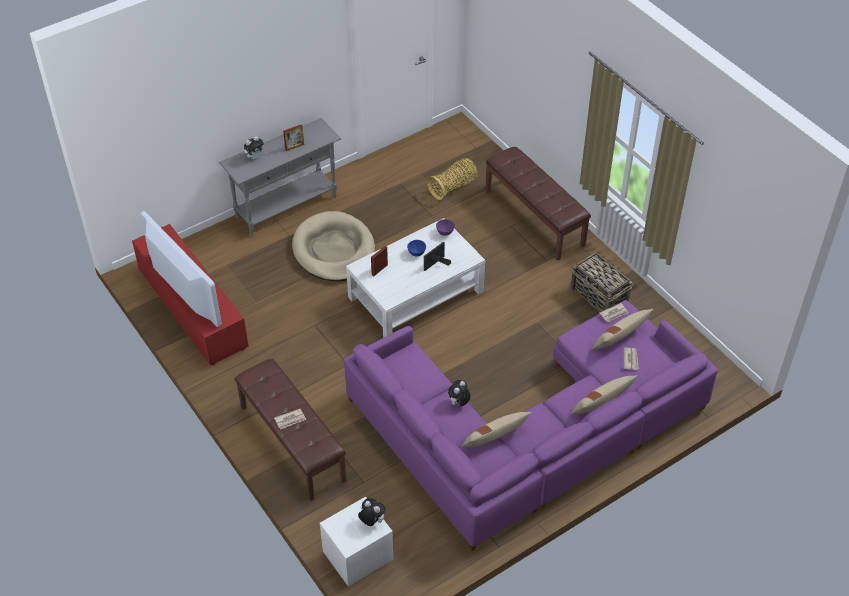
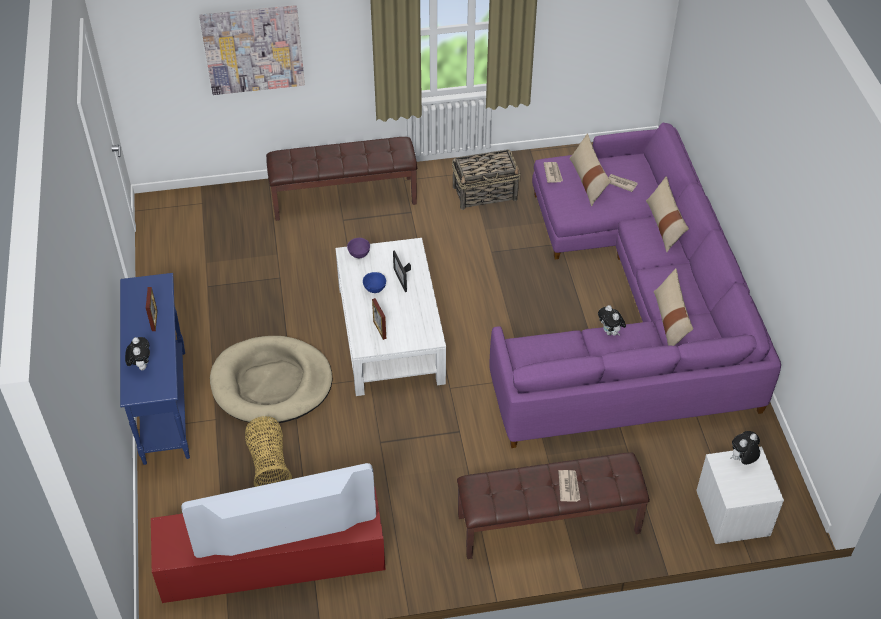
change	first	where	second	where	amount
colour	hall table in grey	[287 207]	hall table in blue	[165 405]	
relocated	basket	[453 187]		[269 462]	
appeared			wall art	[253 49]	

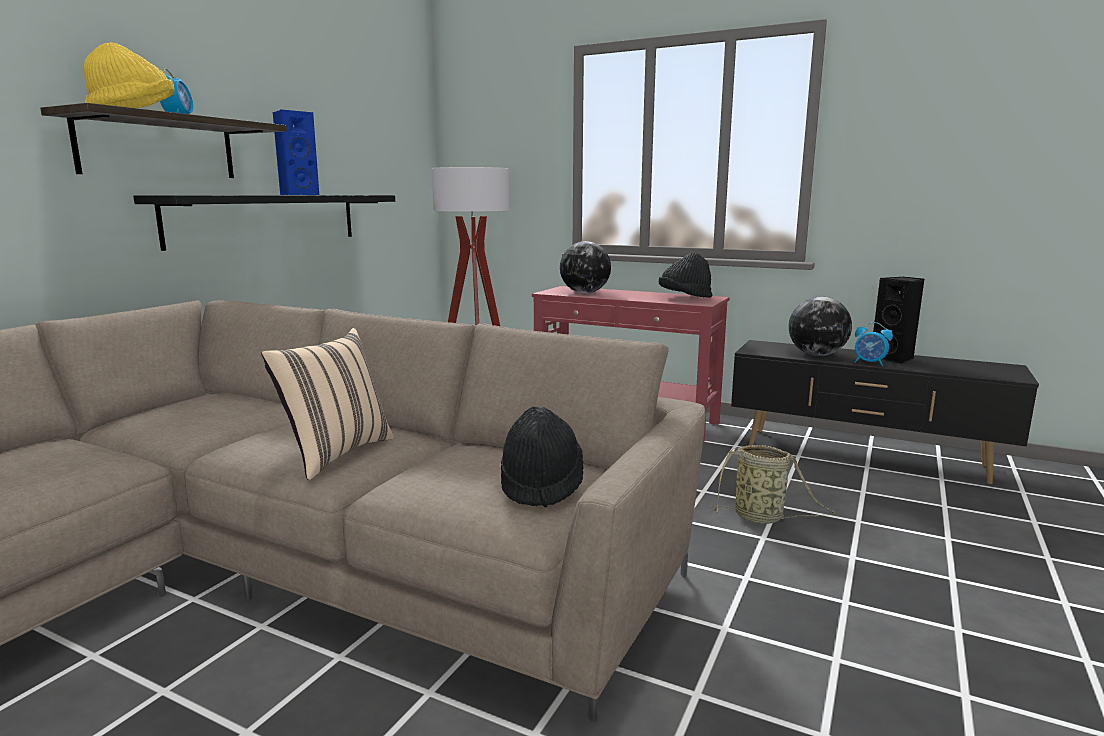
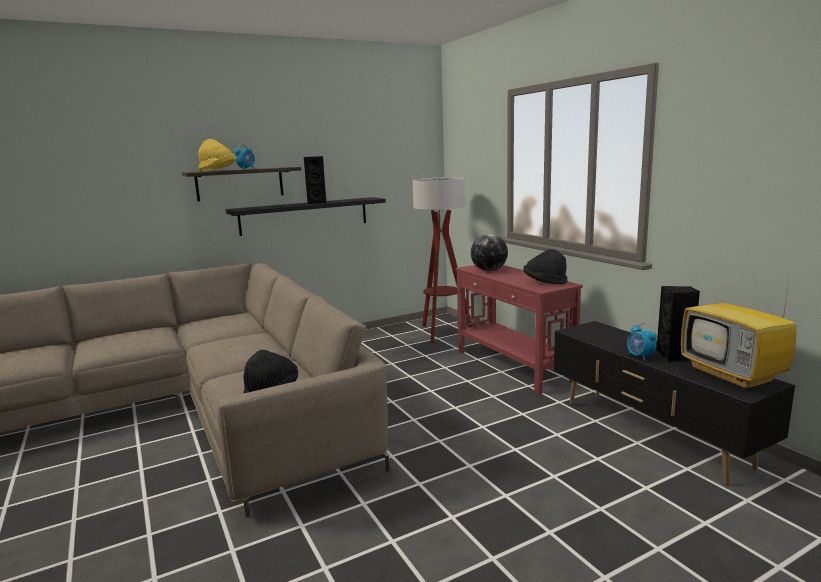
change	first	where	second	where	amount
missing	throw pillow in sand-coloured	[335 454]			
colour	speaker in blue	[298 194]	speaker in black	[316 203]	
missing	basket	[762 518]			
missing	world globe	[817 355]			
appeared			TV set	[734 376]	

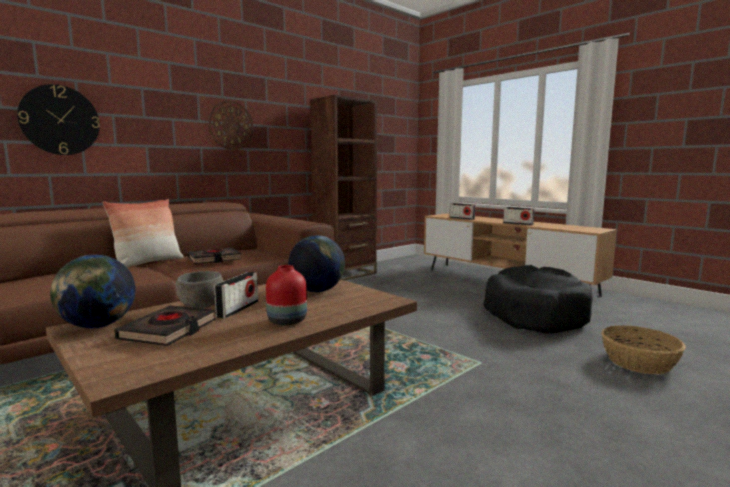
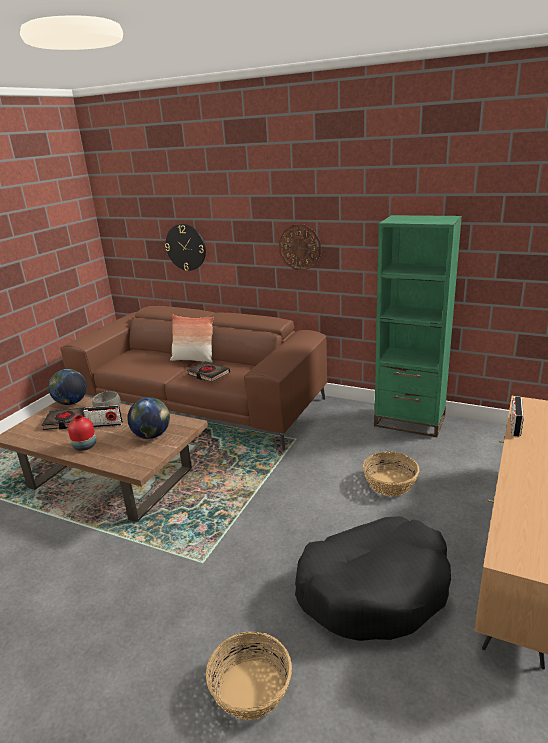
change	first	where	second	where	amount
colour	shelving unit in brown-coloured	[345 274]	shelving unit in green-coloured	[409 421]	
missing	radio set	[517 224]			
appeared			basket	[389 483]	

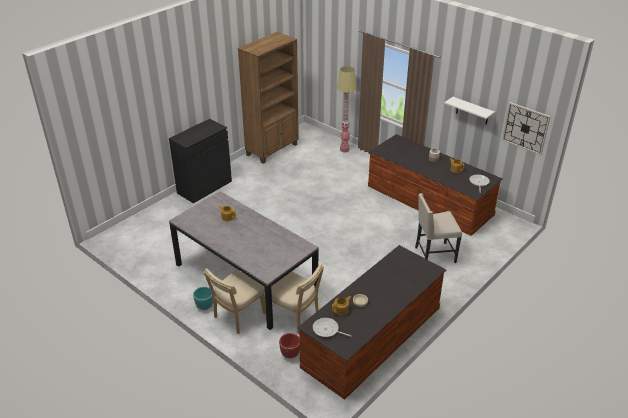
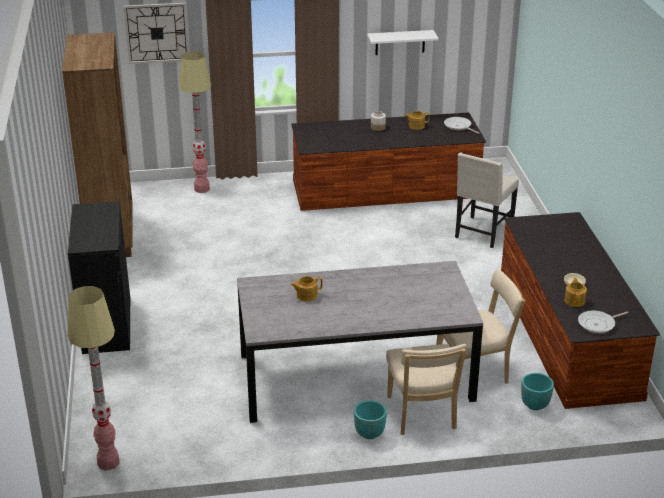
change	first	where	second	where	amount
colour	flower pot in reddish	[290 354]	flower pot in turquoise-coloured	[534 405]	
relocated	hanging clock	[525 128]		[157 33]	
appeared			standing lamp	[108 463]	

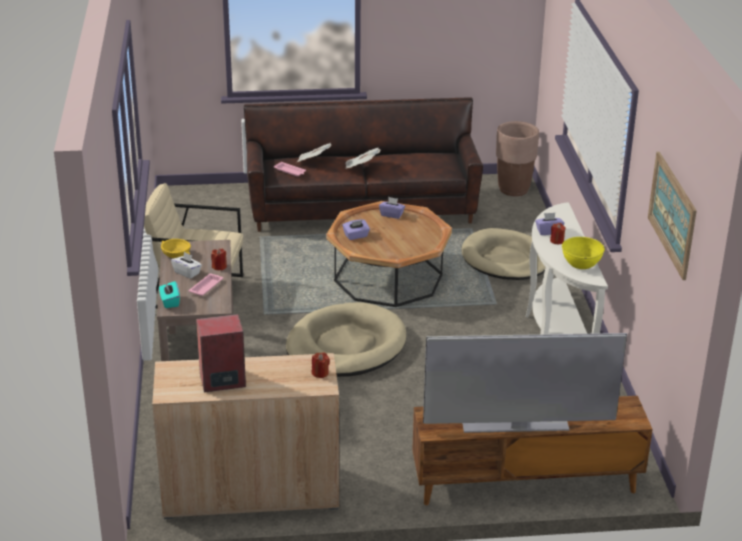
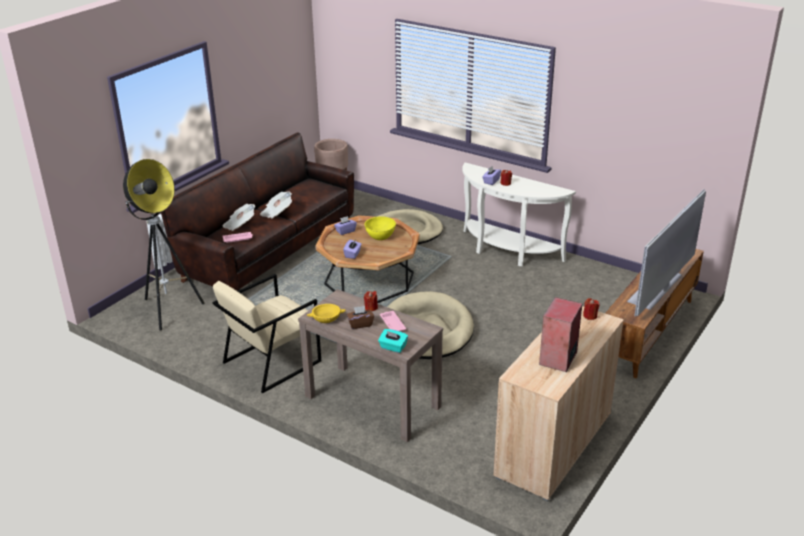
change	first	where	second	where	amount
colour	tissue holder in whitish	[187 272]	tissue holder in brown-coloured	[360 324]	
relocated	serving bowl in yellowish	[581 263]		[380 236]	
missing	wall art	[672 214]			
appeared			standing lamp	[168 310]	

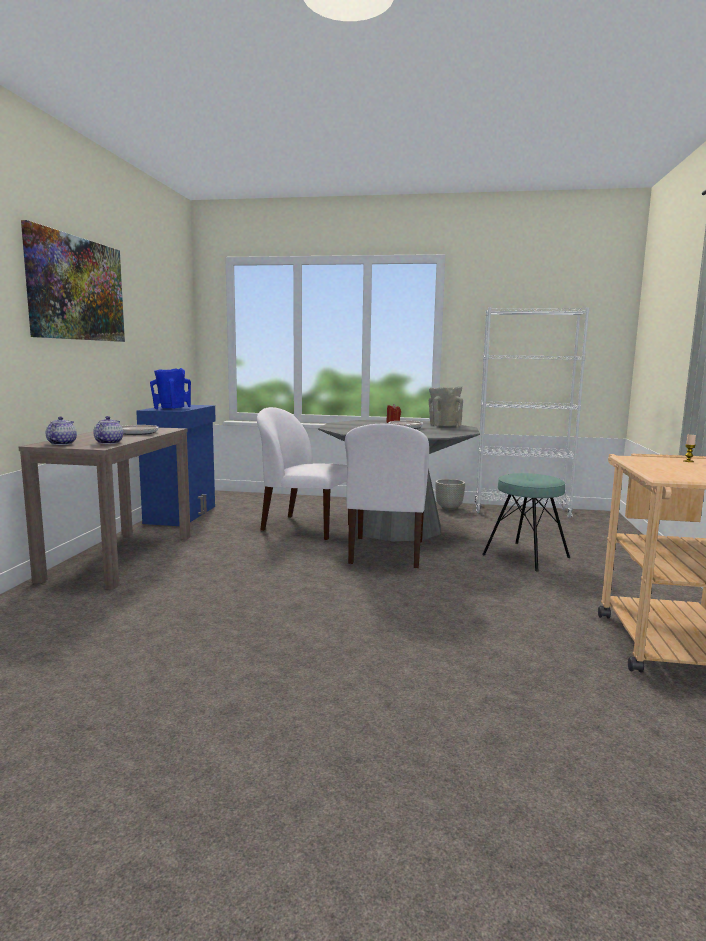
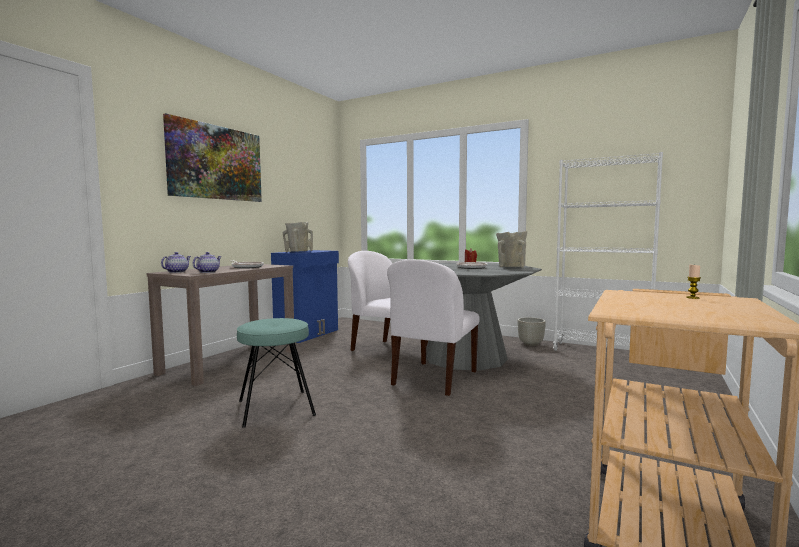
change	first	where	second	where	amount
colour	decorative vase in blue	[171 408]	decorative vase in sand-coloured	[298 252]	
relocated	stool in turquoise-coloured	[526 556]		[276 408]	

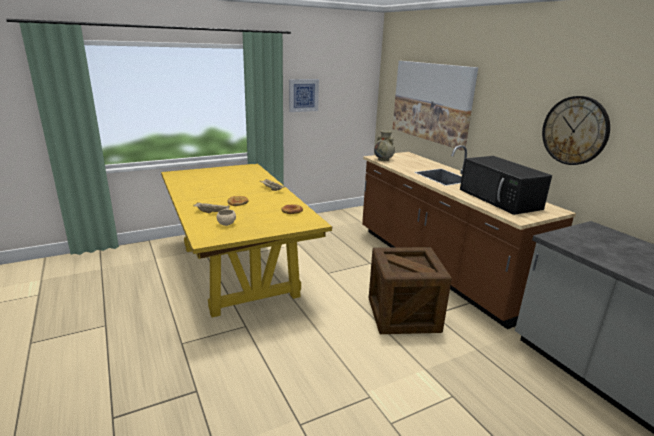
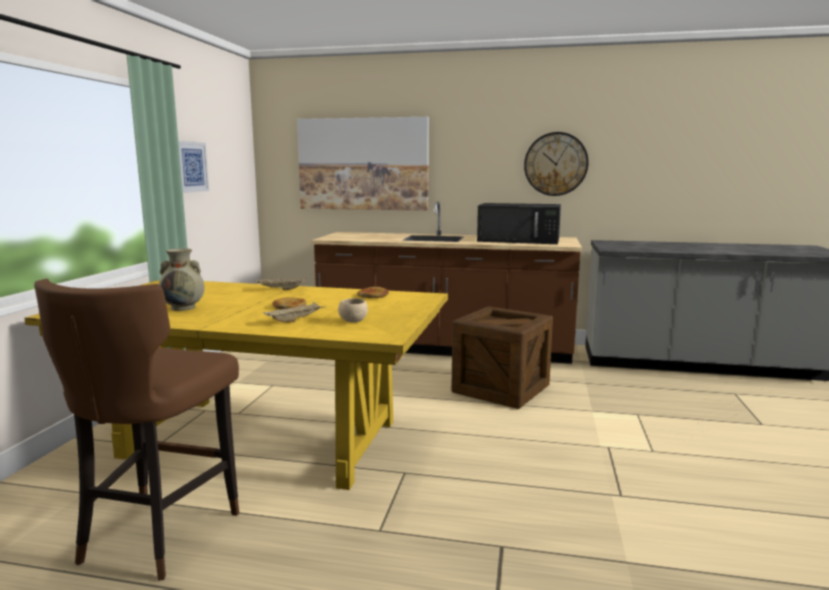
change	first	where	second	where	amount
relocated	decorative vase in sand-coloured	[383 159]		[184 308]	
appeared			stool in brown-coloured	[159 533]	

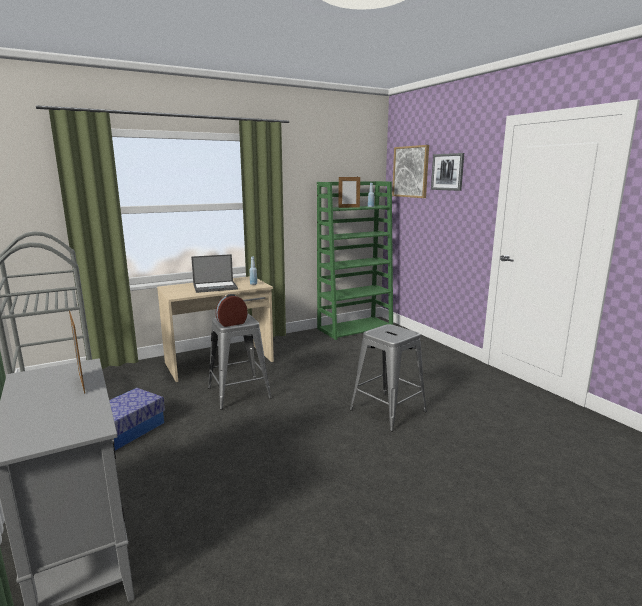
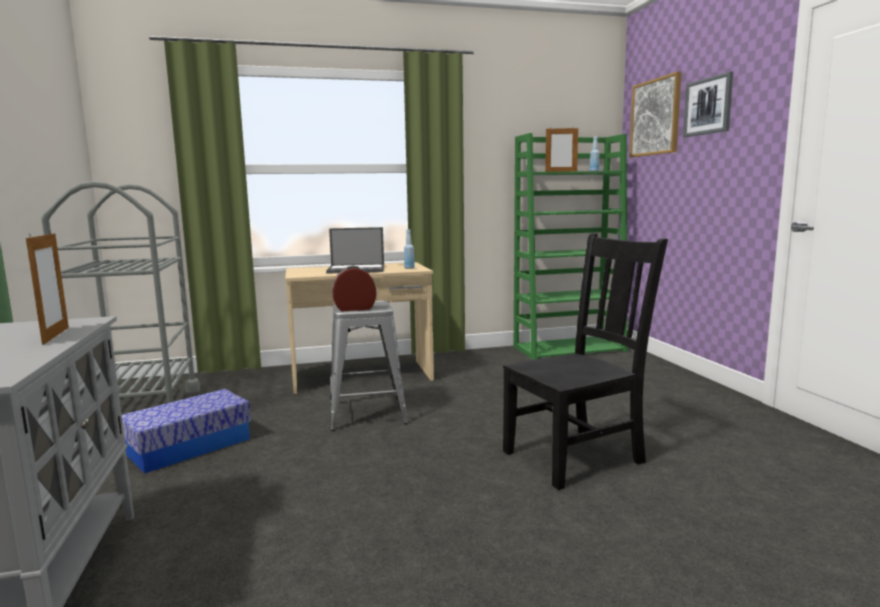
change	first	where	second	where	amount
exchanged	stool in grey	[387 410]	chair in black	[577 456]	

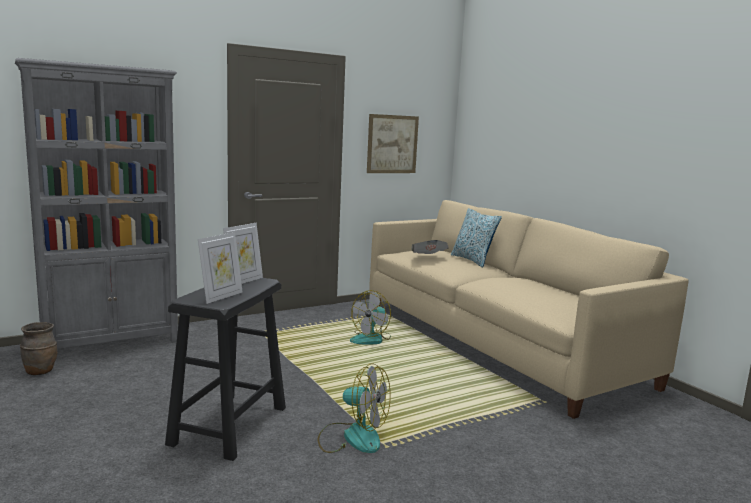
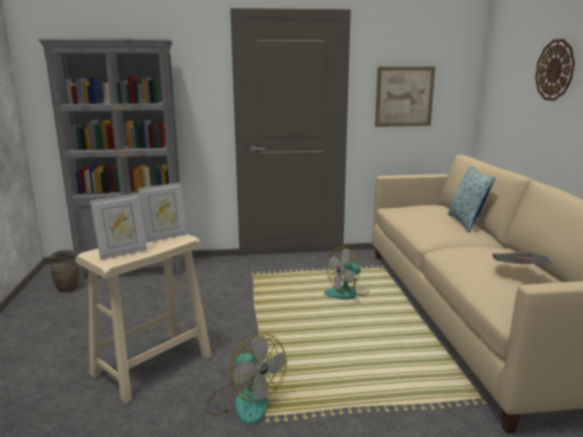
change	first	where	second	where	amount
colour	stool in black	[230 425]	stool in sand-coloured	[153 365]	
relocated	printed paper	[428 258]		[518 273]	
appeared			hanging clock	[555 70]	

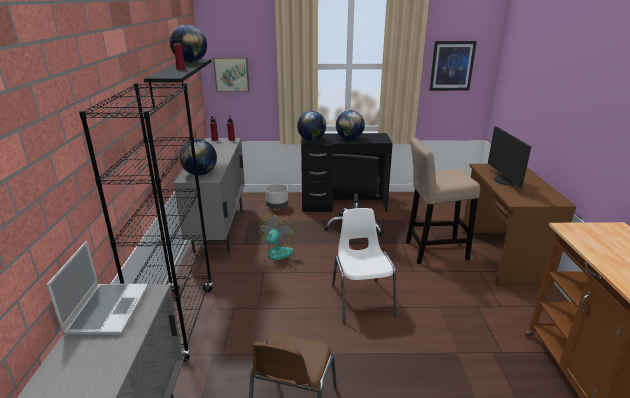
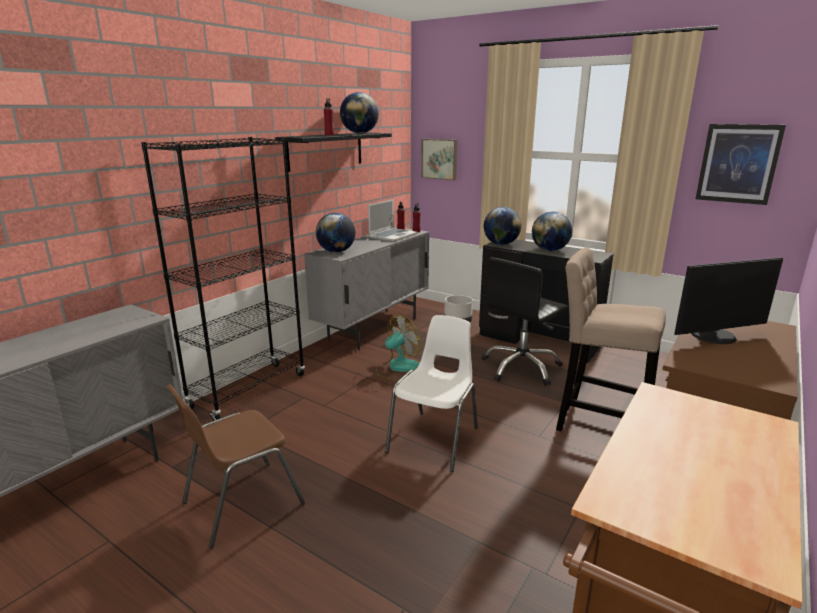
change	first	where	second	where	amount
relocated	laptop	[107 309]		[392 236]	
spun	monitor	[504 180]		[715 337]	135 degrees counterclockwise

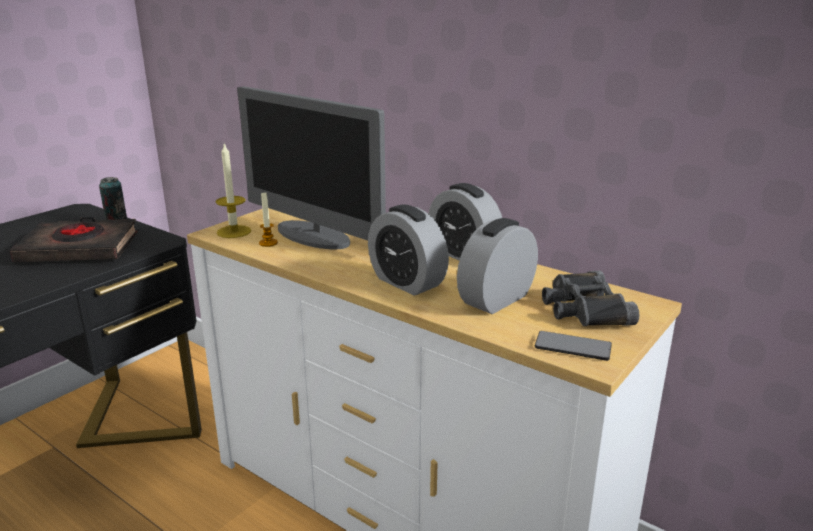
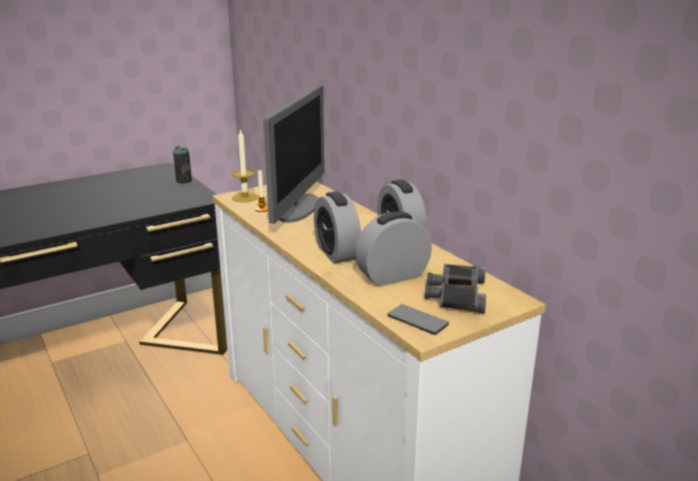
change	first	where	second	where	amount
missing	book in black	[79 248]			
spun	monitor	[313 236]		[298 208]	135 degrees counterclockwise

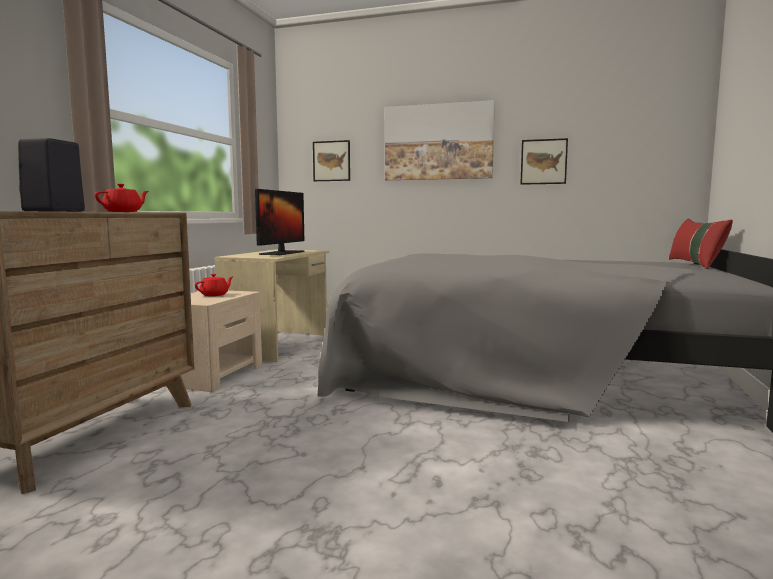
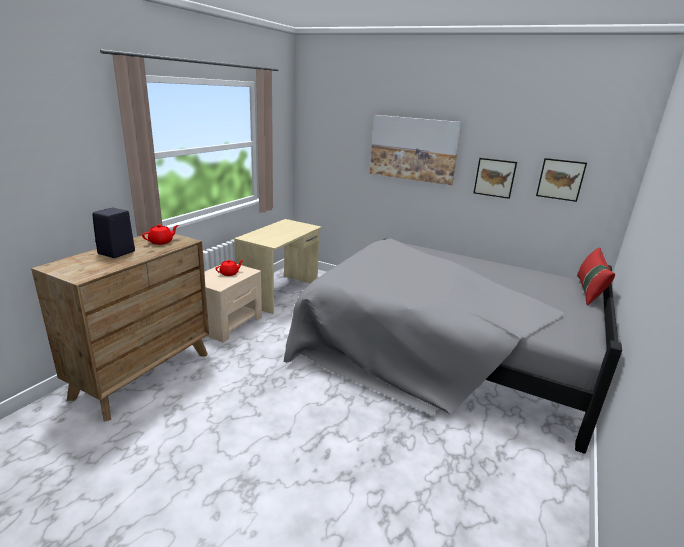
change	first	where	second	where	amount
missing	monitor	[282 253]			
relocated	wall art	[331 161]		[560 179]	

